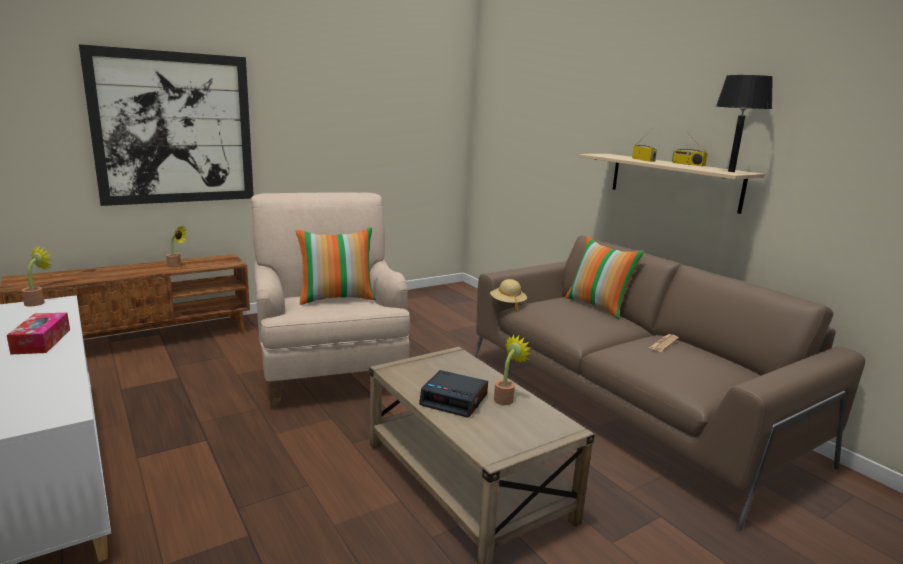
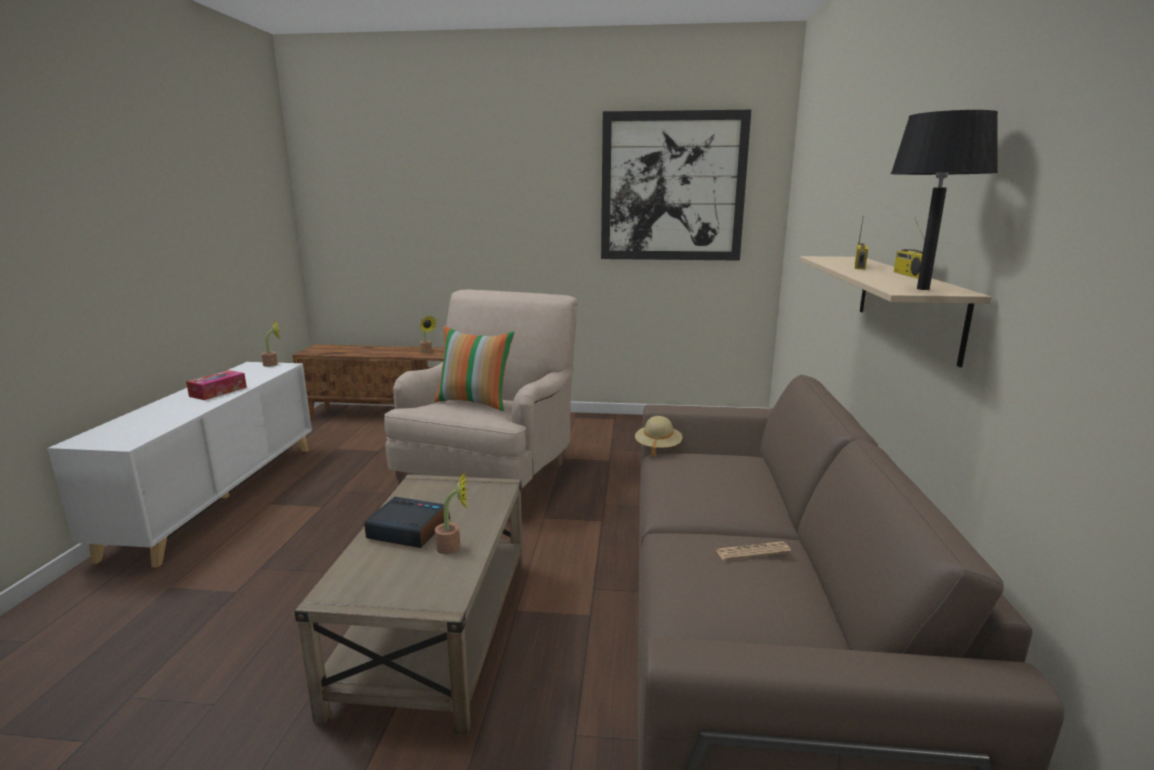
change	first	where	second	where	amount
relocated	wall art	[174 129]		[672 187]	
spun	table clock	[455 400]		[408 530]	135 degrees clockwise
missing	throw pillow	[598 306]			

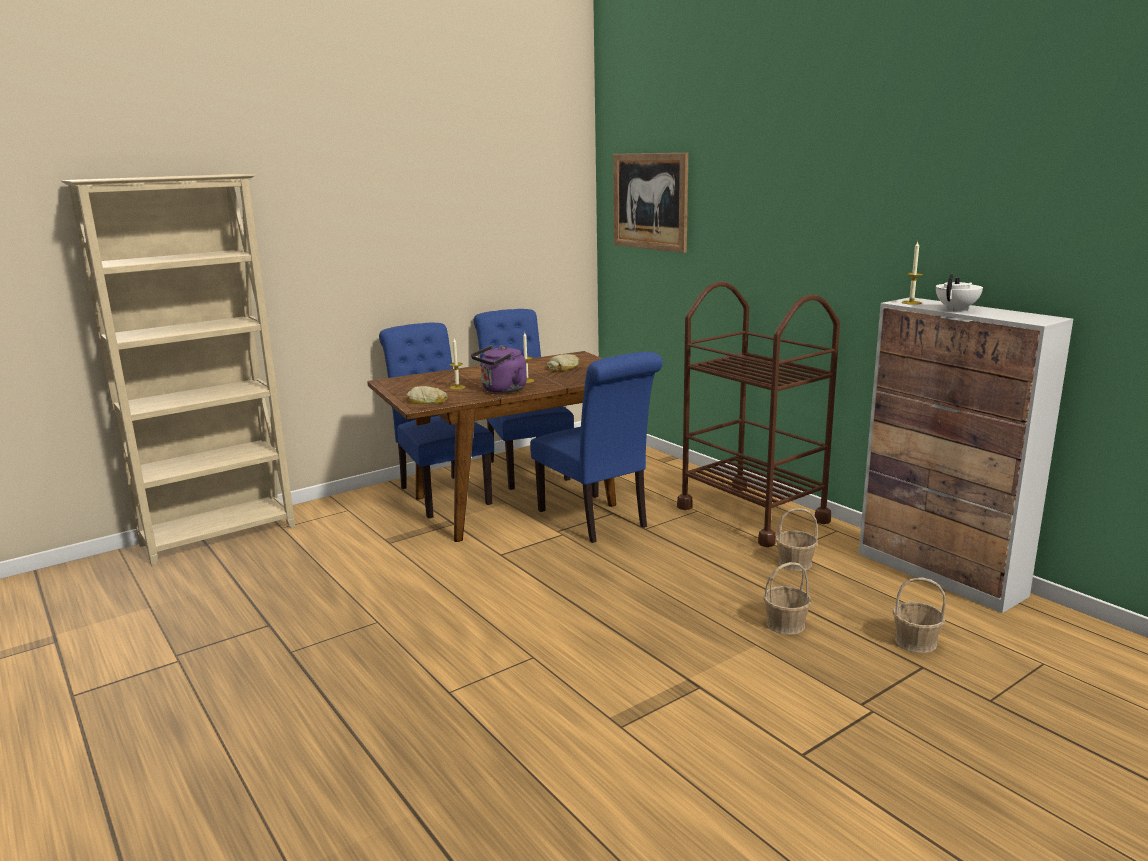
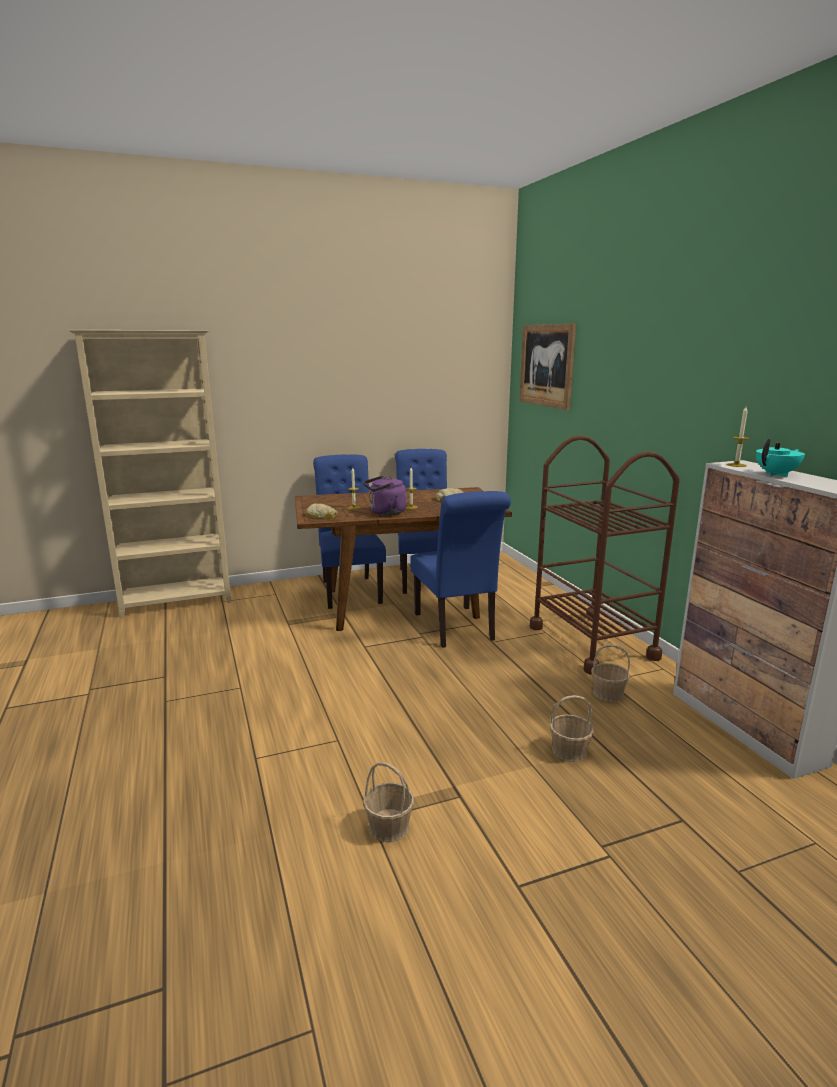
change	first	where	second	where	amount
relocated	basket	[915 641]		[389 826]	
colour	pot for tea in whitish	[957 309]	pot for tea in turquoise-coloured	[777 474]	

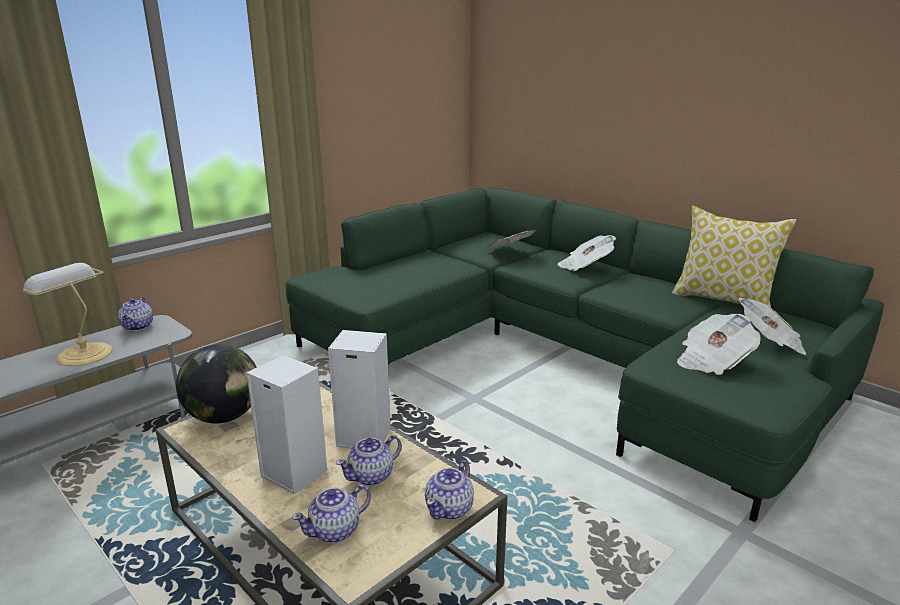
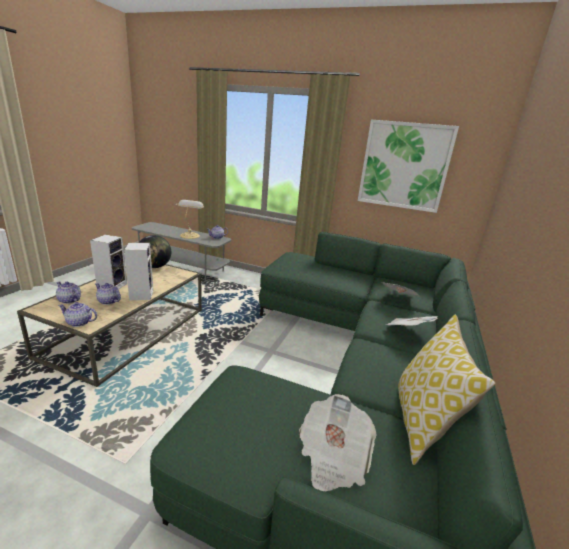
change	first	where	second	where	amount
missing	printed paper	[712 361]			
appeared			wall art	[404 166]	

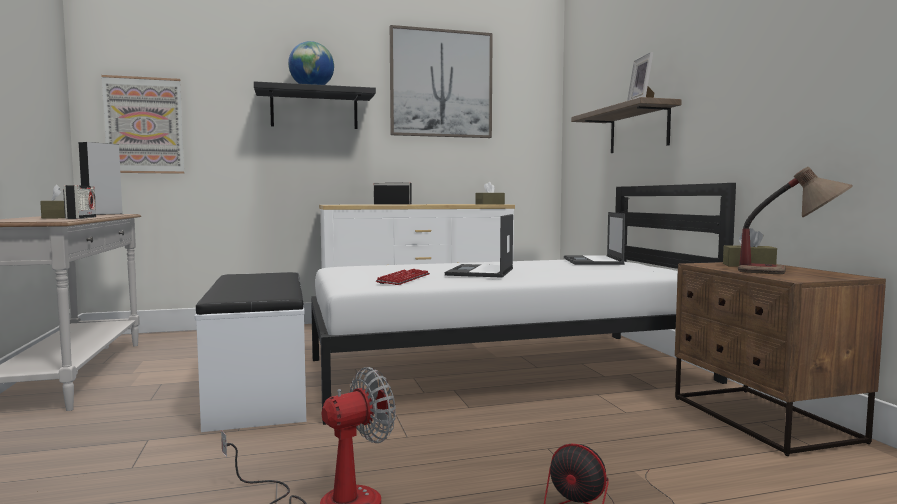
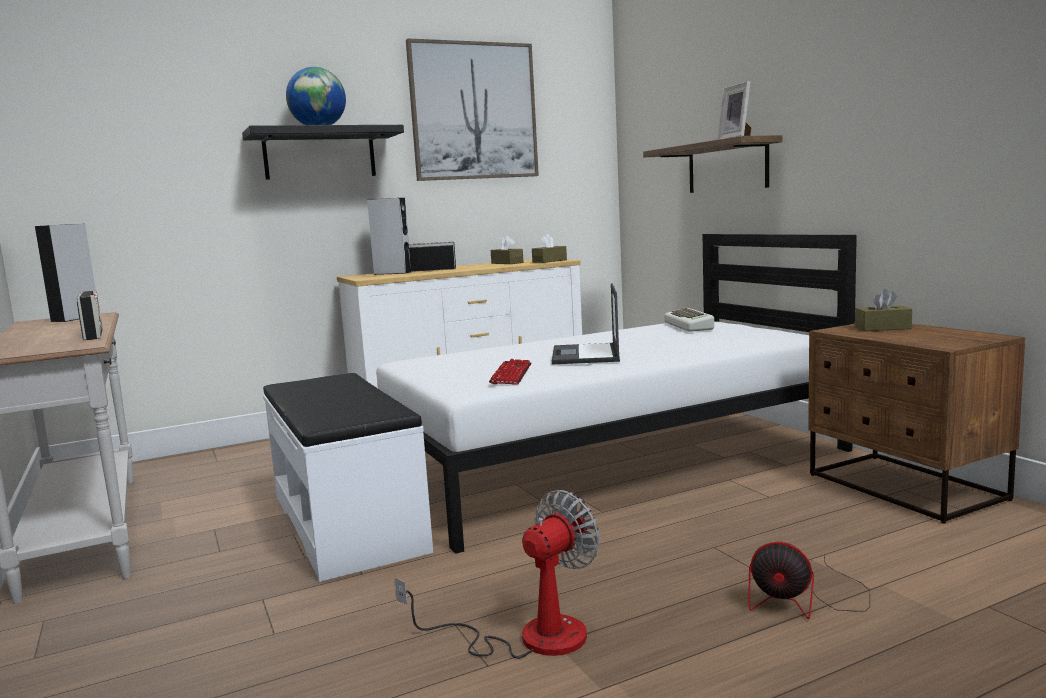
change	first	where	second	where	amount
relocated	tissue holder in brown-coloured	[56 217]		[507 263]	
missing	wall art	[144 125]			
exchanged	laptop	[593 261]	keyboard	[690 326]	
missing	tabletop lamp	[790 272]			
appeared			speaker in grey	[392 273]	

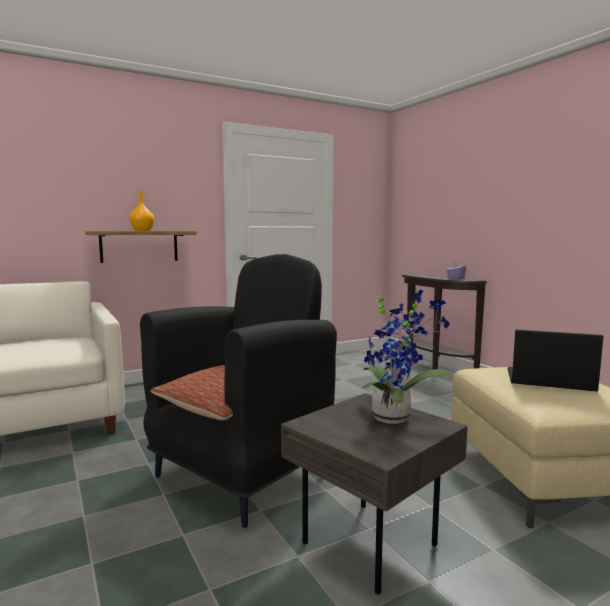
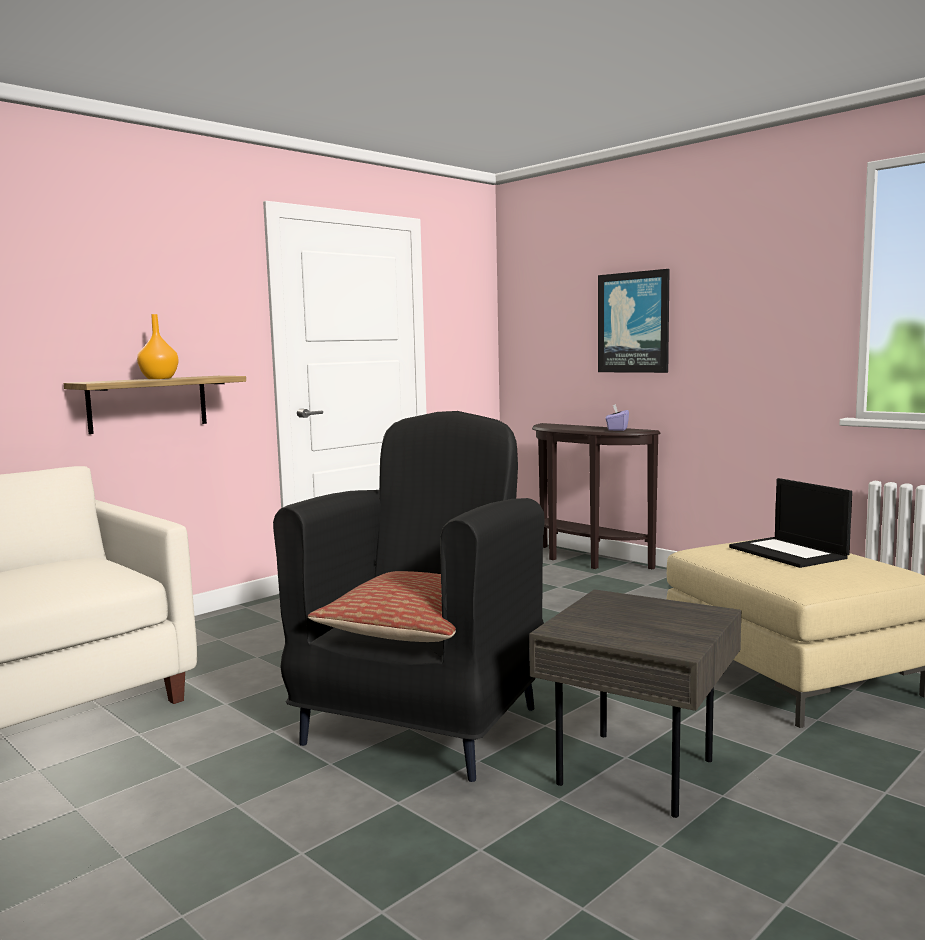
change	first	where	second	where	amount
missing	houseplant	[395 417]			
spun	laptop	[548 380]		[789 553]	120 degrees counterclockwise
appeared			wall art	[633 322]	

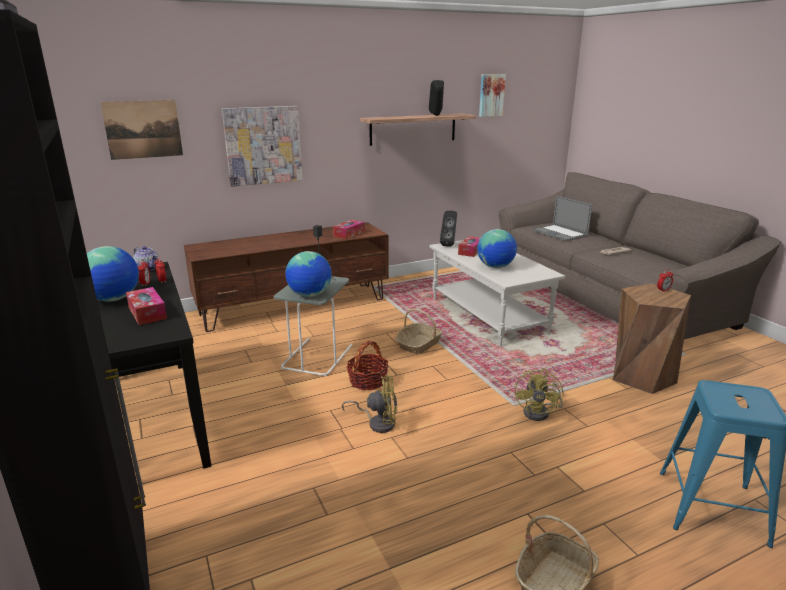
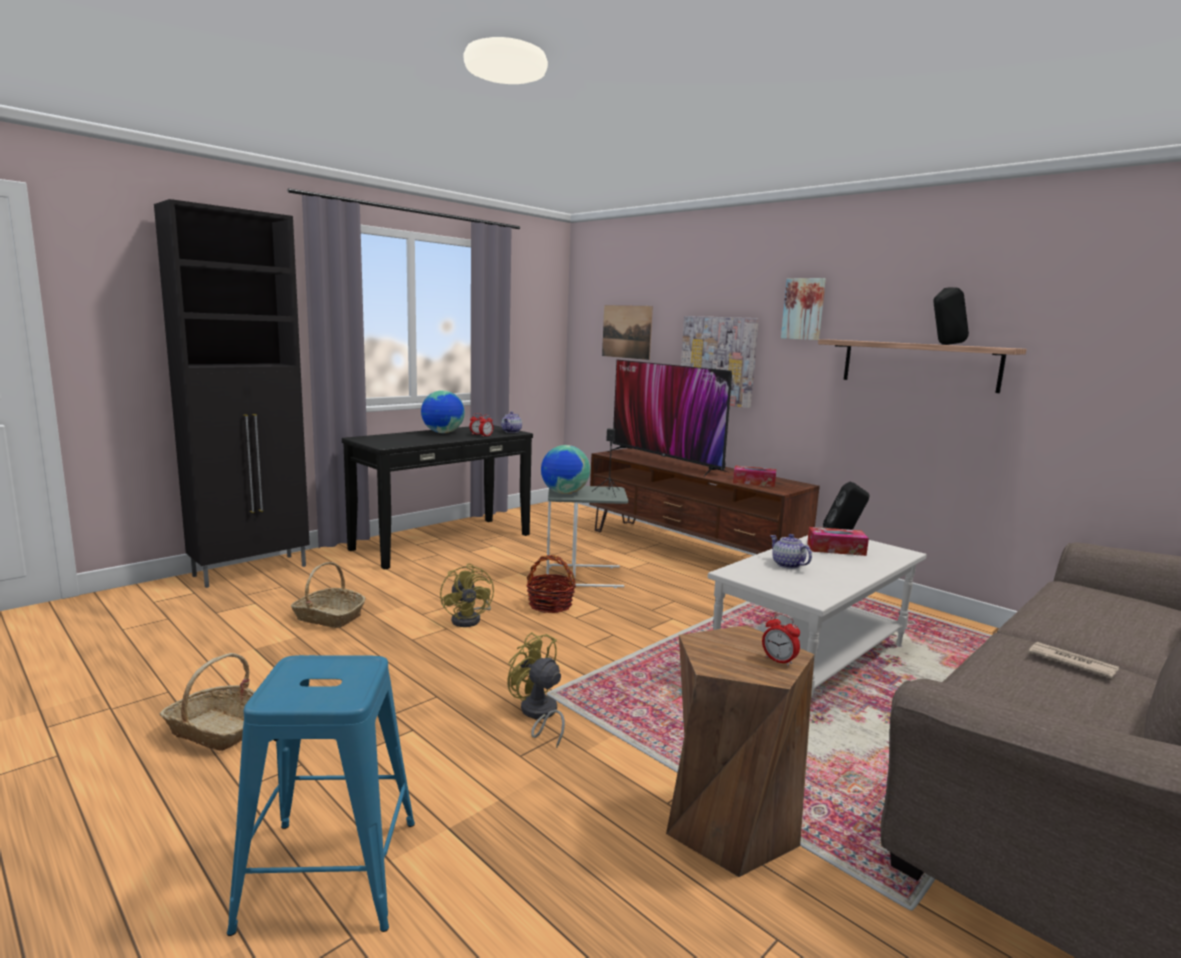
change	first	where	second	where	amount
missing	tissue holder	[147 313]			
relocated	basket	[418 344]		[328 617]	
exchanged	world globe	[495 267]	pot for tea	[787 565]	
relocated	wall art	[491 95]		[804 309]	
spun	electric fan in yellowish	[540 412]		[538 715]	45 degrees clockwise
missing	laptop	[559 233]			
appeared			TV set	[665 461]	

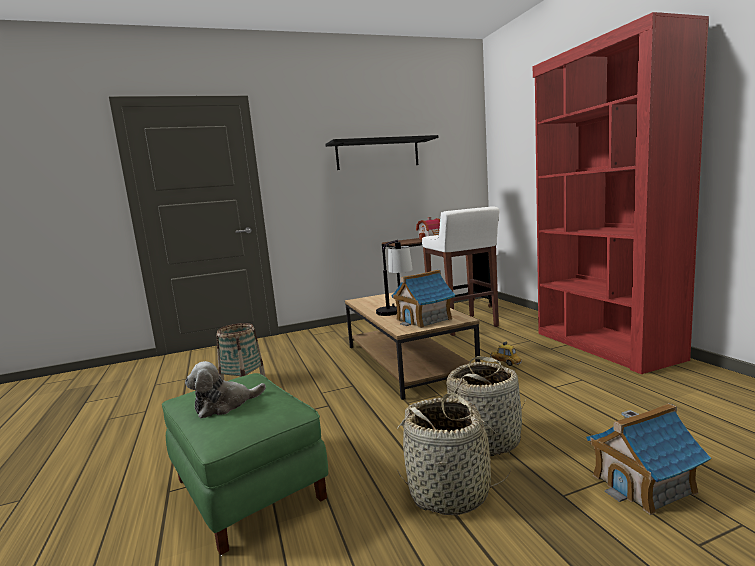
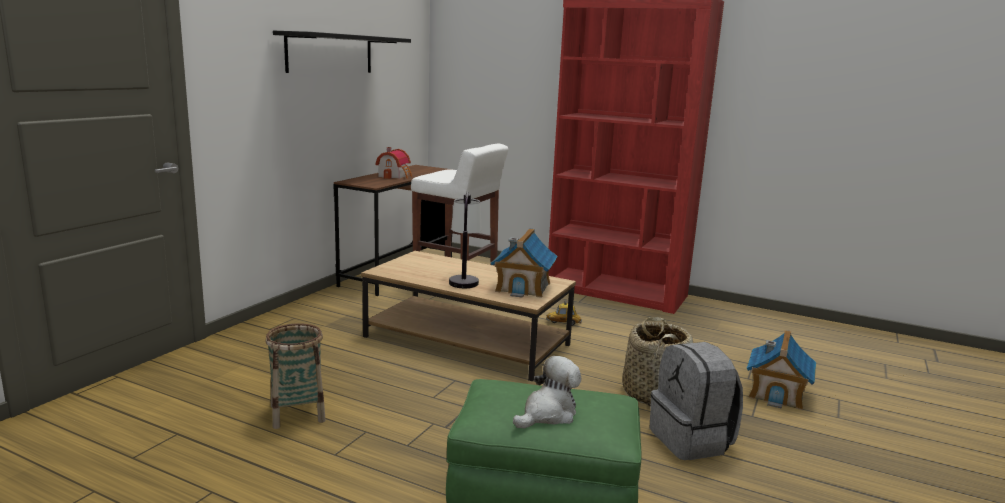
change	first	where	second	where	amount
spun	plush toy	[224 405]		[548 414]	150 degrees counterclockwise
exchanged	basket	[450 492]	knapsack in grey	[692 440]	

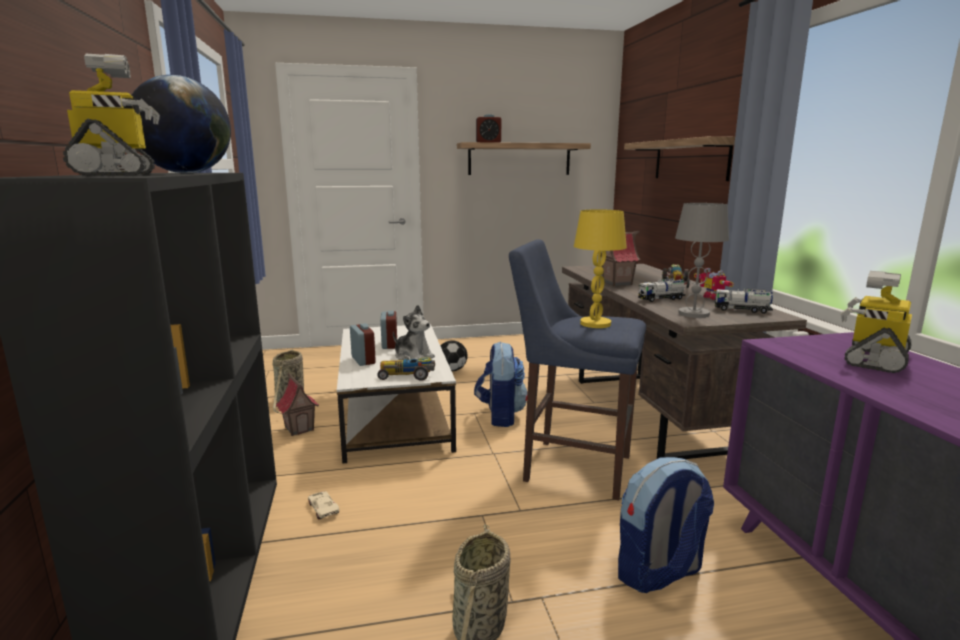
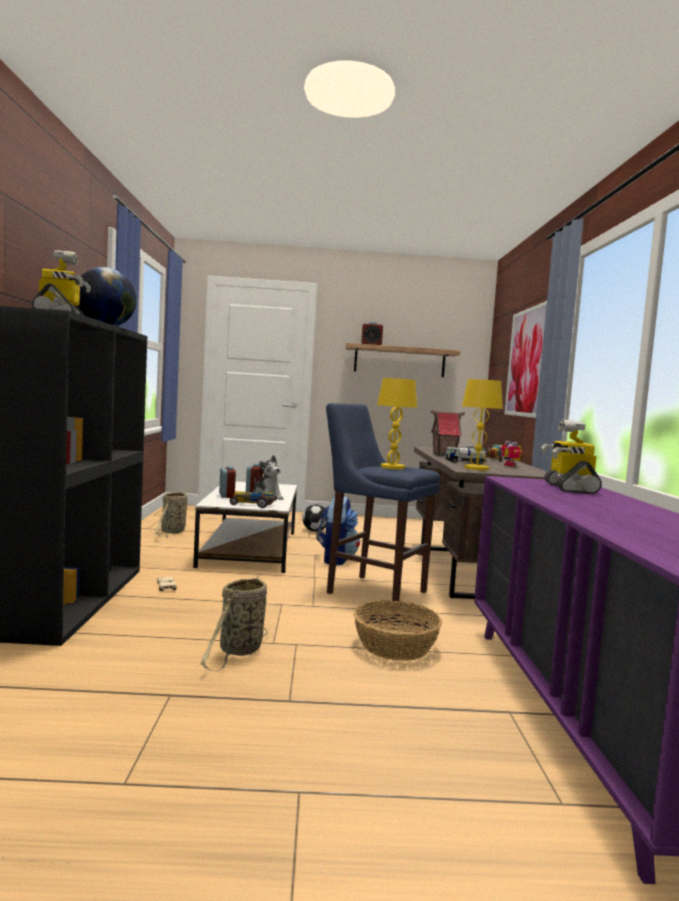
change	first	where	second	where	amount
missing	miniature house	[300 429]			
exchanged	knapsack	[659 573]	basket	[395 647]	
exchanged	wall shelf	[690 160]	wall art	[527 362]	
colour	tabletop lamp in grey	[693 314]	tabletop lamp in yellowish	[476 468]	
missing	toy truck	[742 310]			
spun	model robot	[874 359]		[568 488]	45 degrees counterclockwise

